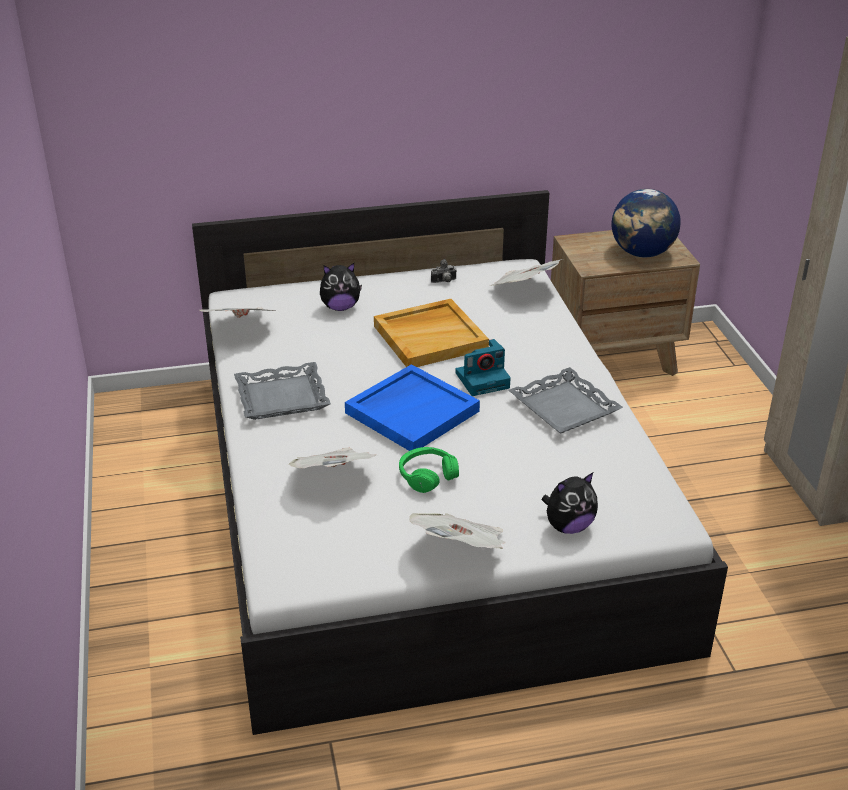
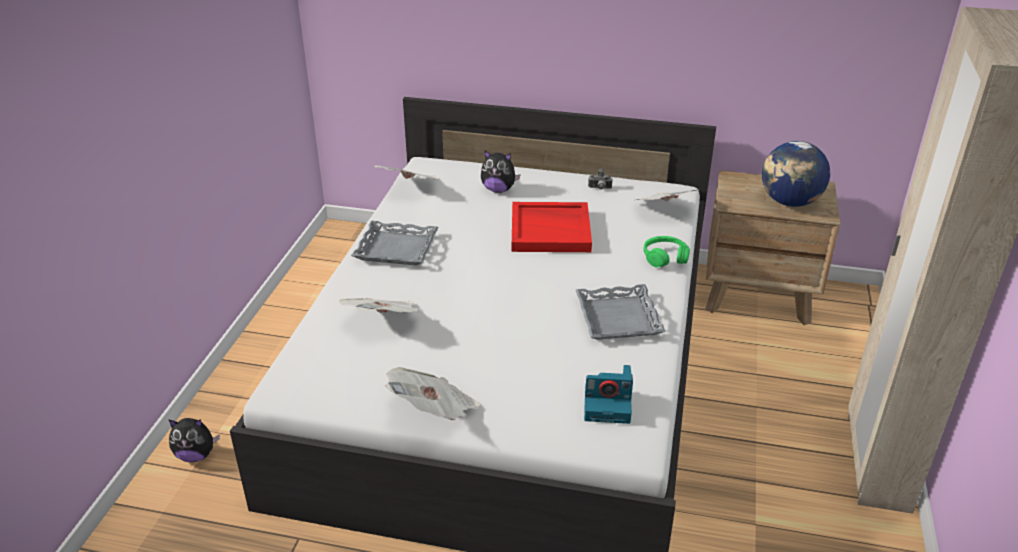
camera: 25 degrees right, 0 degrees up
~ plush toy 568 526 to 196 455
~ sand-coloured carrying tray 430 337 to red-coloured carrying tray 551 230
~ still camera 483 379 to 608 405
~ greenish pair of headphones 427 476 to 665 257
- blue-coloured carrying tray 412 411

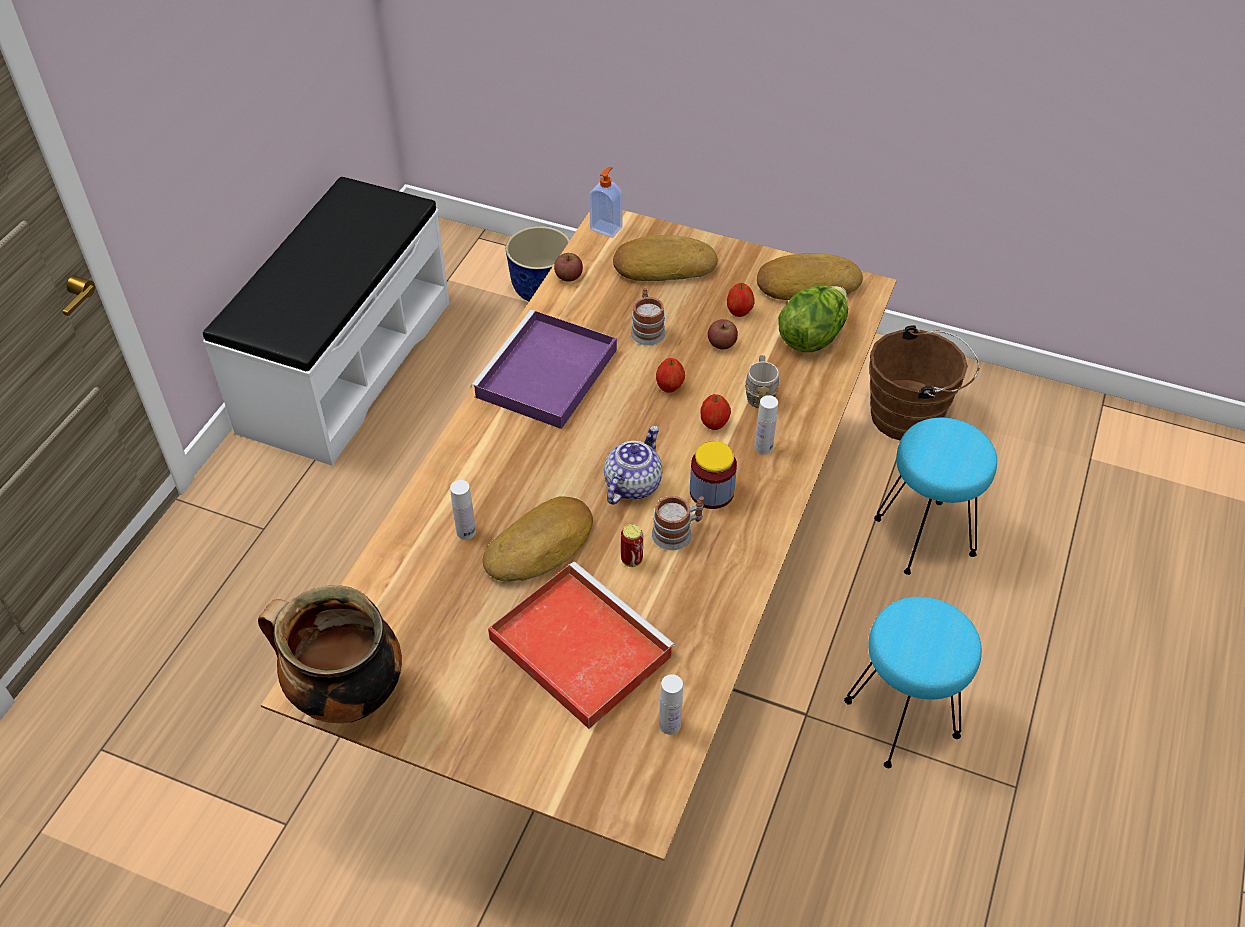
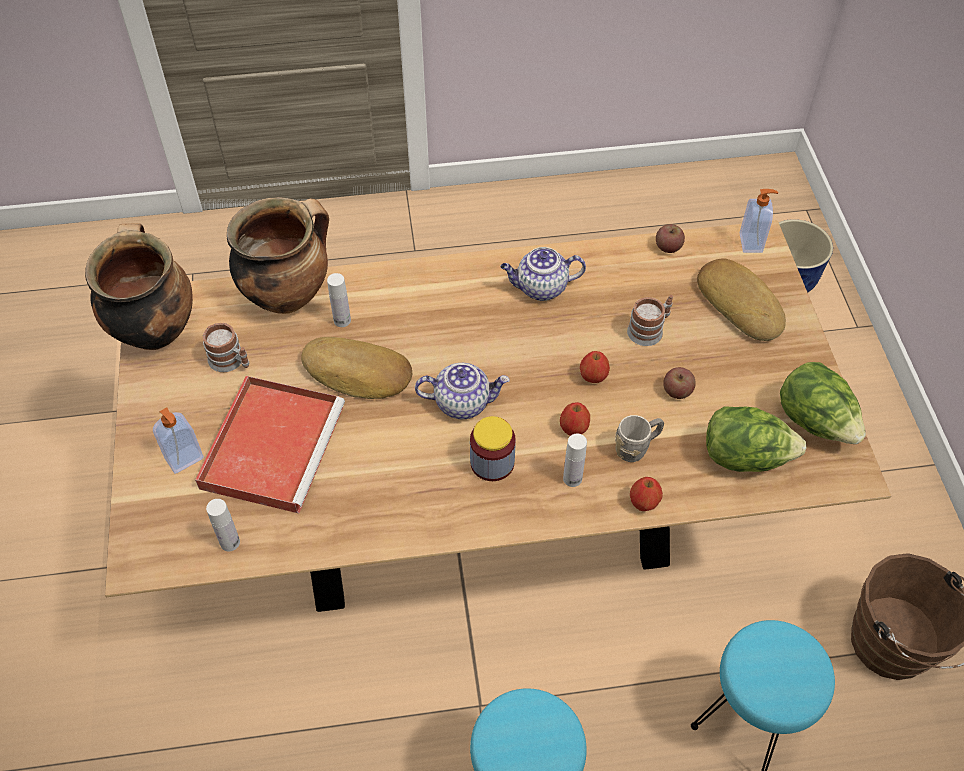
camera: 60 degrees right, 5 degrees up
+ soap dispenser 185 459
~ mug 677 532 to 231 361
+ cooking pot 288 294
~ purple carrying tray 546 375 to pot for tea 540 288
~ apple 739 311 to 643 503
~ bakery bread 806 283 to head of lettuce 815 422
- white bench 345 365
- sealed can 631 560

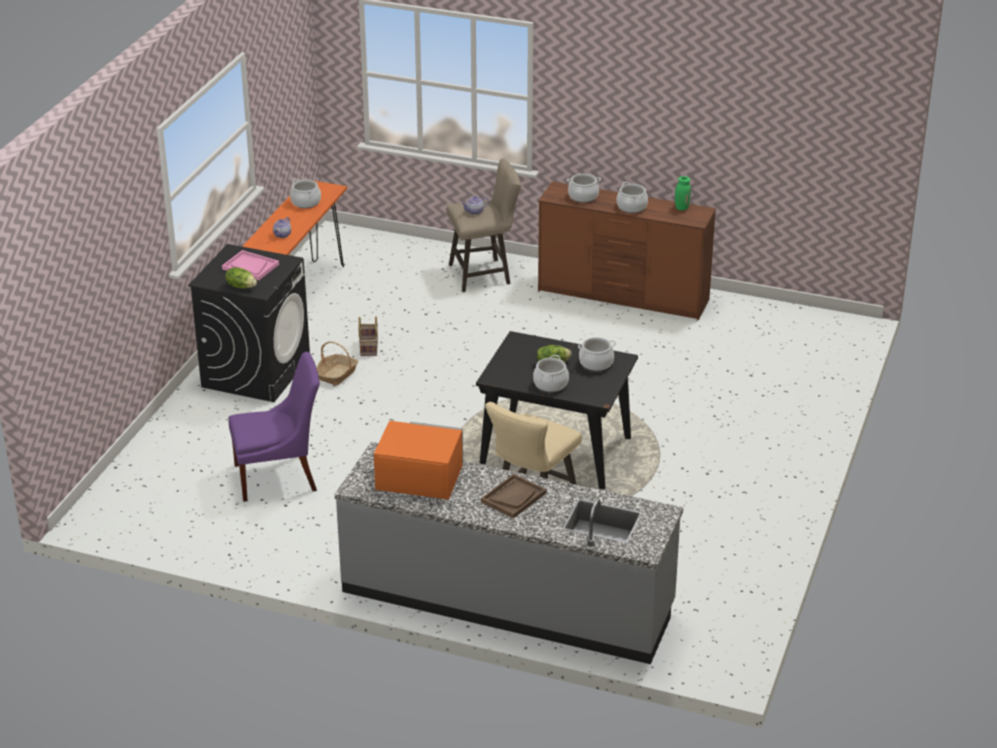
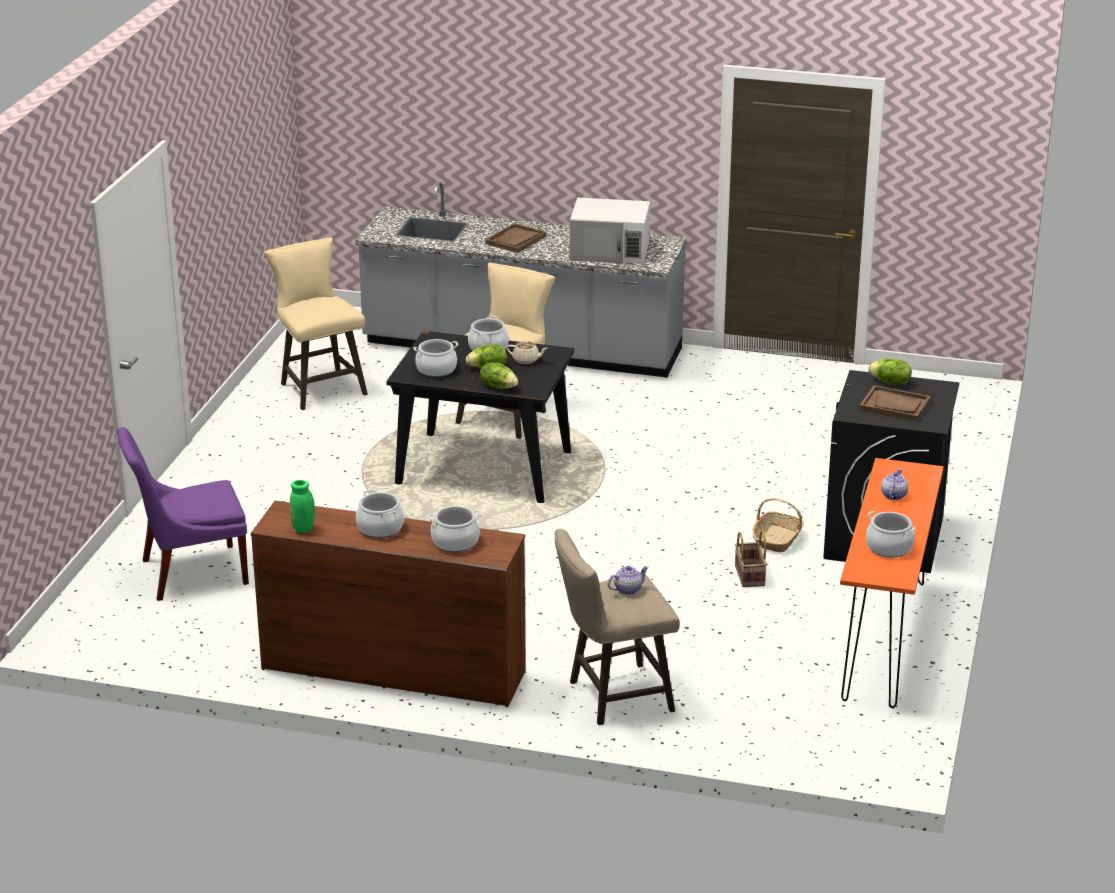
camera: 175 degrees right, 5 degrees down
~ purple plain chair 280 477 to 189 572
+ sand-coloured stool seat 319 387
+ head of lettuce 498 386
+ sand-coloured pot for tea 526 360
~ orange-coloured microwave 418 476 to white microwave 610 250
~ pink-coloured carrying tray 250 267 to brown carrying tray 895 405

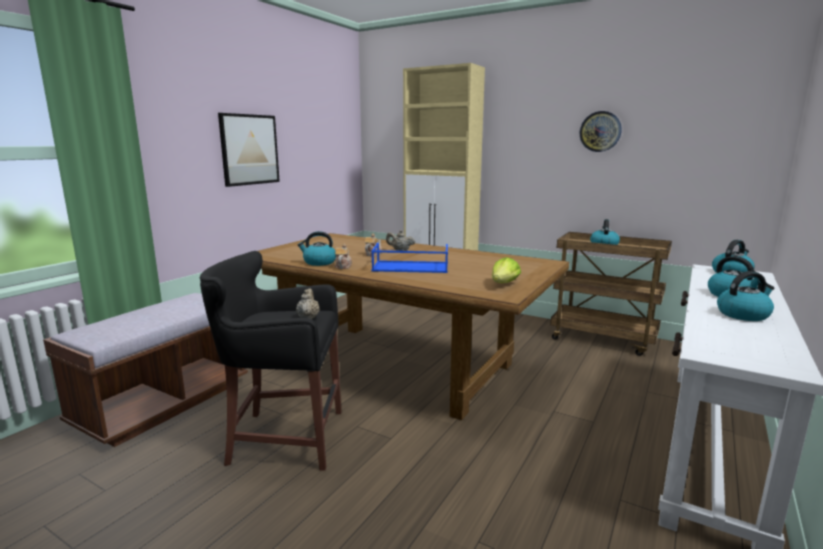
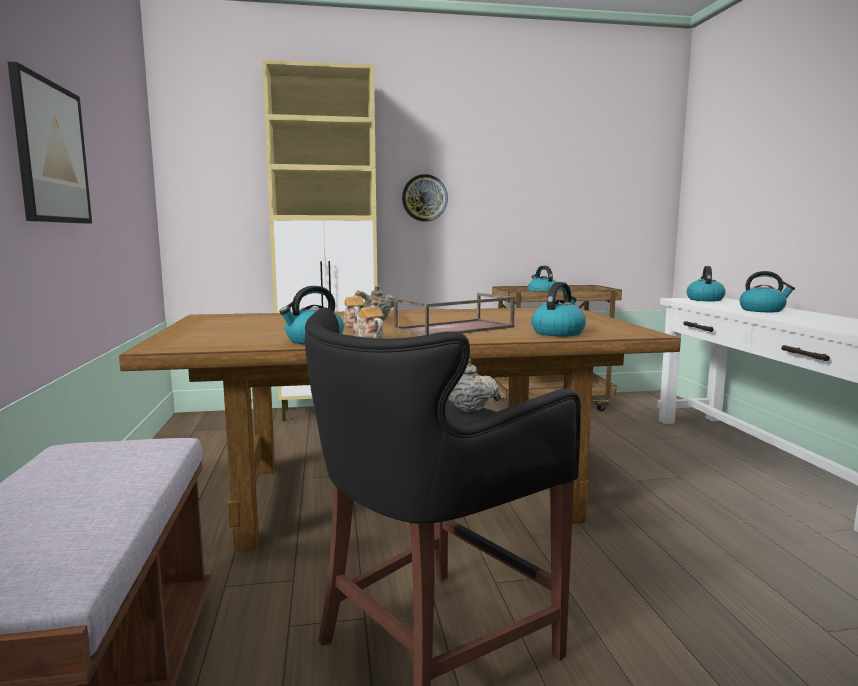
camera: 40 degrees left, 5 degrees down
~ blue-coloured carrying tray 410 267 to brown carrying tray 454 329
~ clock on the wall 600 131 to 424 198
~ kettle 743 314 to 558 332
- head of lettuce 504 284

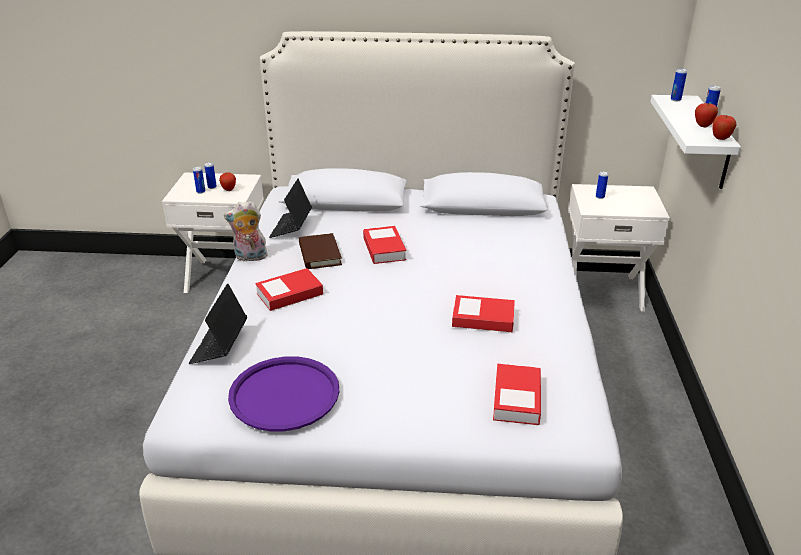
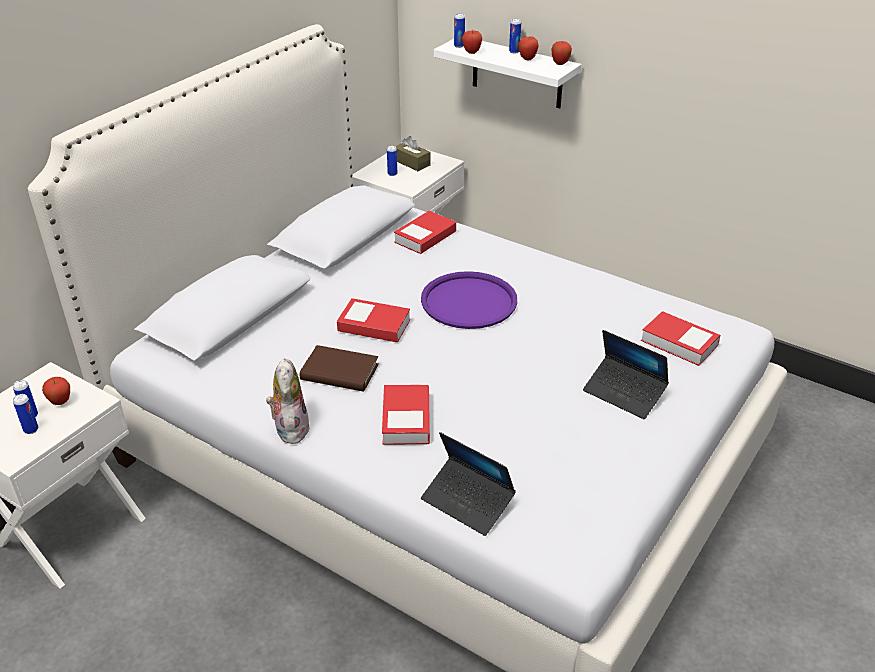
camera: 60 degrees left, 5 degrees up
~ plush toy 250 257 = 290 428 150 degrees clockwise
~ book 483 319 to 425 237
+ brown box of tissues 412 163
~ purple carrying tray 284 394 to 469 301
+ apple 471 52
~ portable computer 291 227 to 624 393

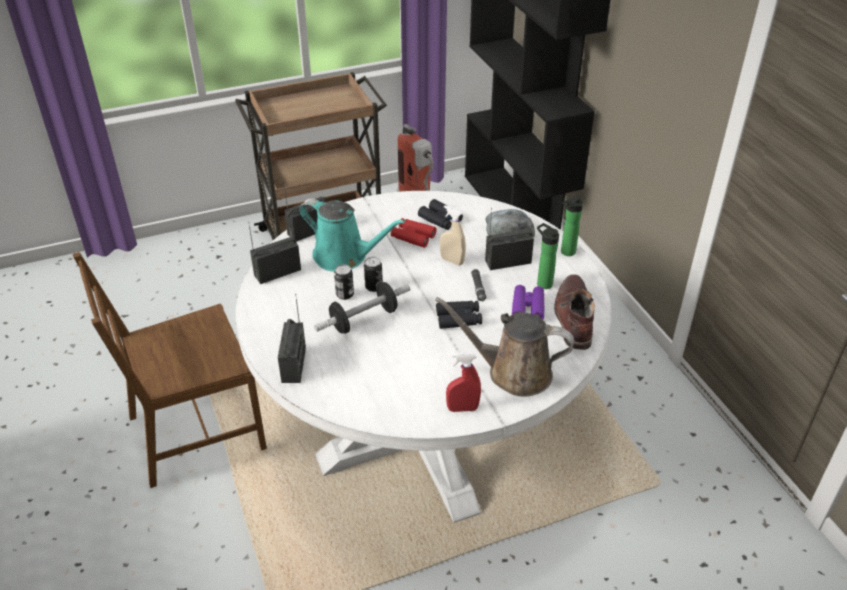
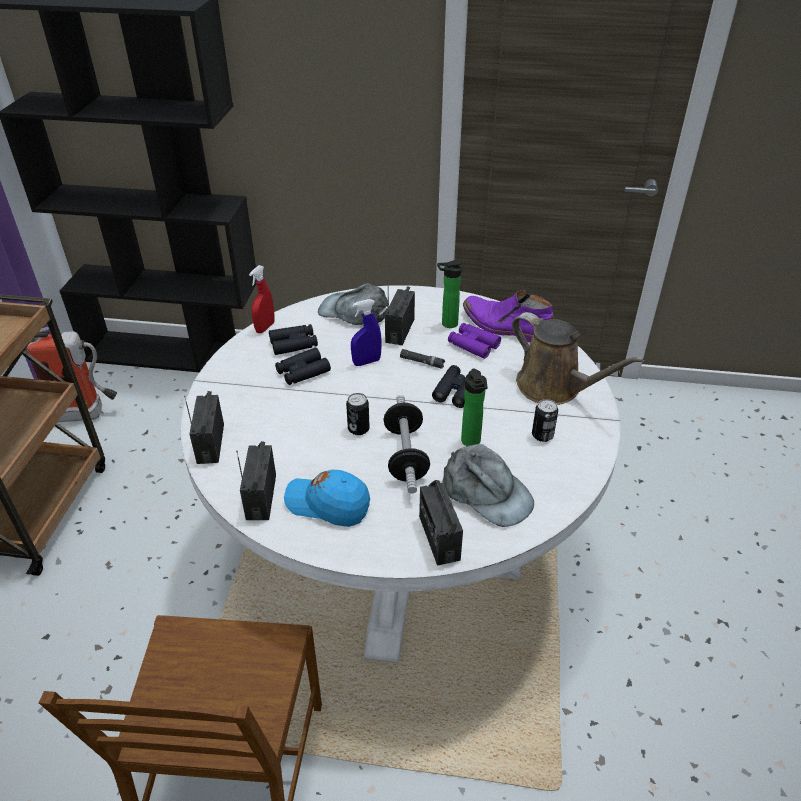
camera: 60 degrees left, 0 degrees up
~ red-coloured sprayer 462 408 to 265 327
~ red-coloured field glasses 413 236 to black field glasses 303 372
+ blue-coloured peaked cap 328 504
~ sand-coloured sprayer 452 261 to blue-coloured sprayer 366 362
~ radio 294 365 = 438 538 135 degrees counterclockwise
+ greyish peaked cap 486 493
~ bottle 566 253 to 471 443
~ brown boot 573 317 to purple boot 506 327
~ brown watering can 513 372 = 554 388 90 degrees counterclockwise
~ sealed can 345 294 to 542 435
- turquoise watering can 344 256

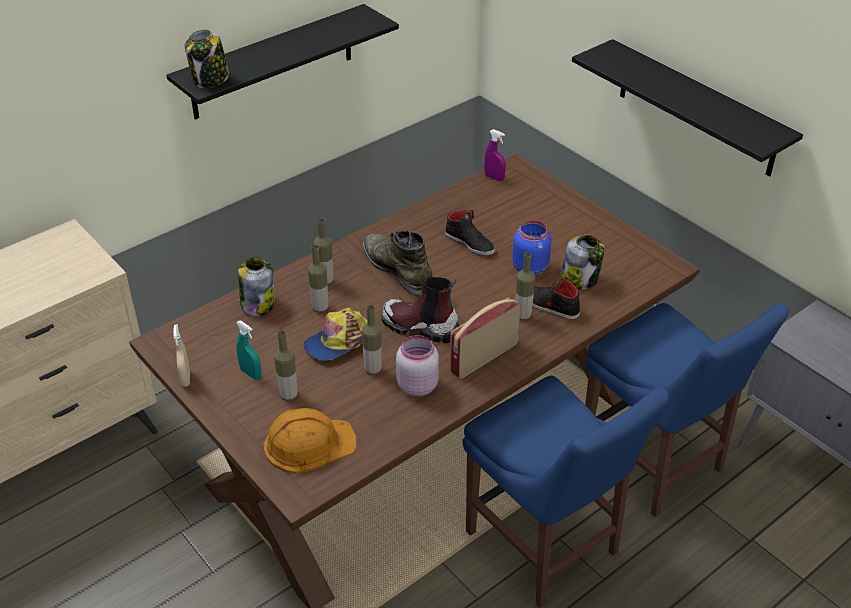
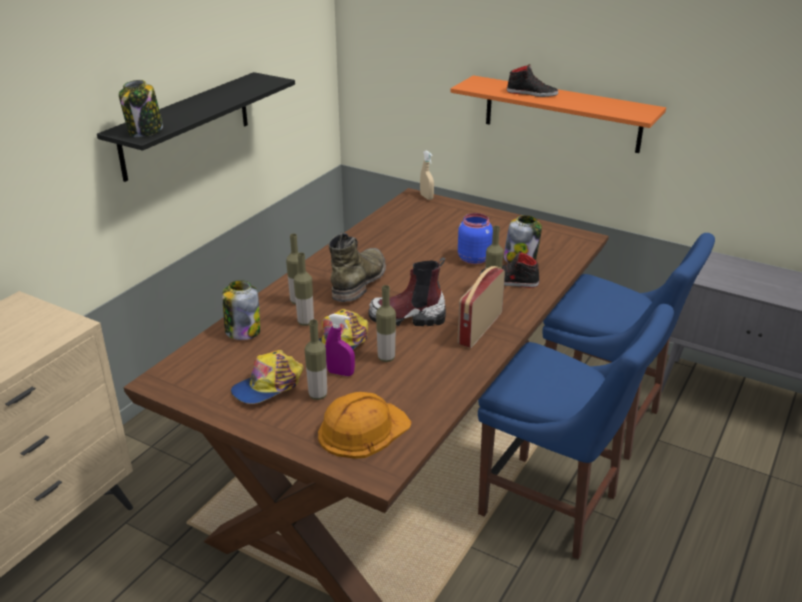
camera: 20 degrees left, 10 degrees down
~ turquoise sprayer 251 373 to peaked cap 269 386
~ purple sprayer 494 178 to 340 373
~ greenish boot 398 269 = 360 281 75 degrees clockwise
~ sand-coloured sprayer 185 378 to 426 197
~ black wall shelf 696 108 to orange-coloured wall shelf 562 114
~ black shoe 470 243 to 532 93
- pink-coloured preserve jar 416 385

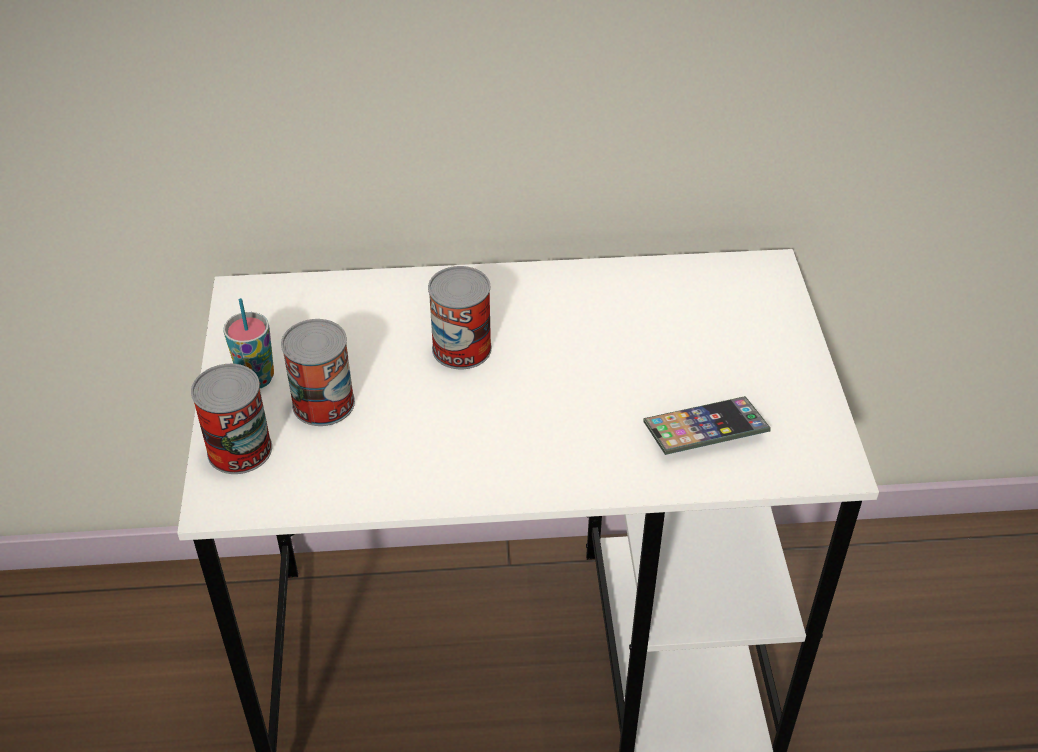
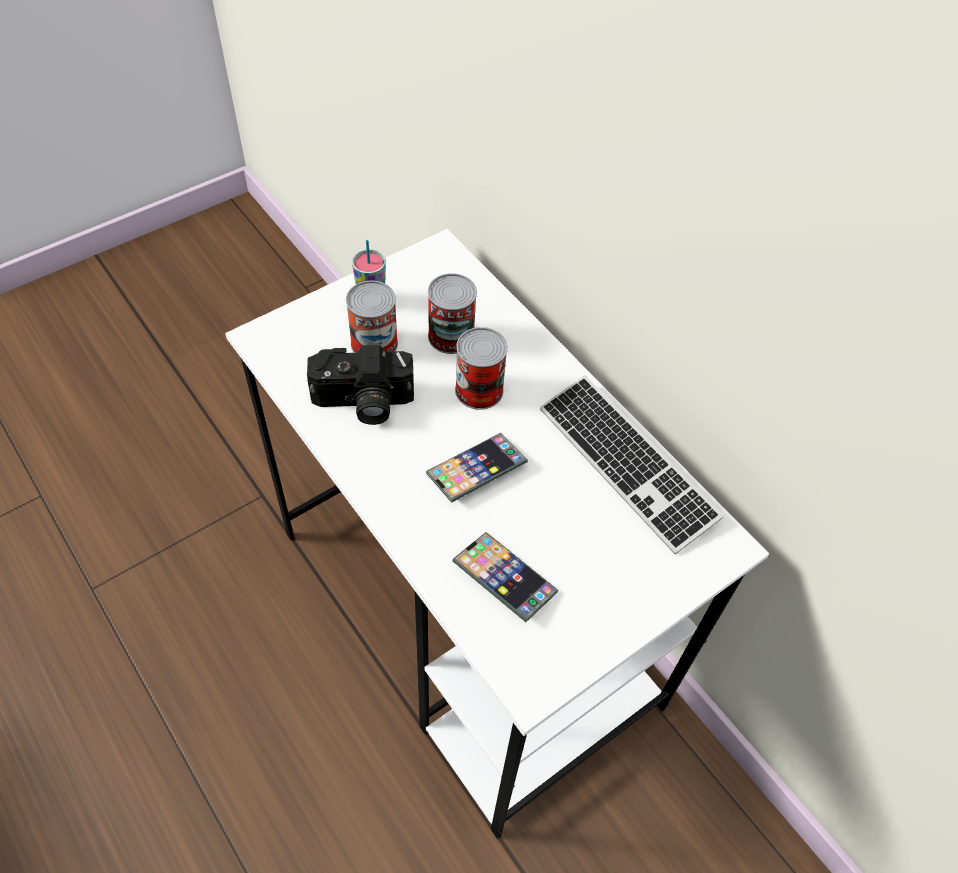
camera: 55 degrees right, 10 degrees up
+ still camera 362 402
+ phone 476 470
~ sealed can 239 449 to 451 336
+ PC keyboard 626 464

